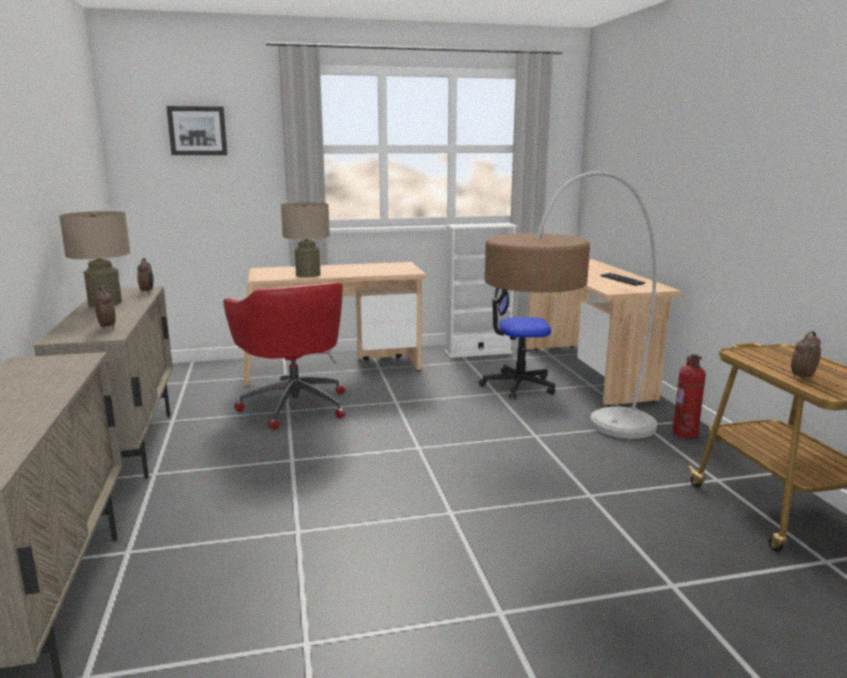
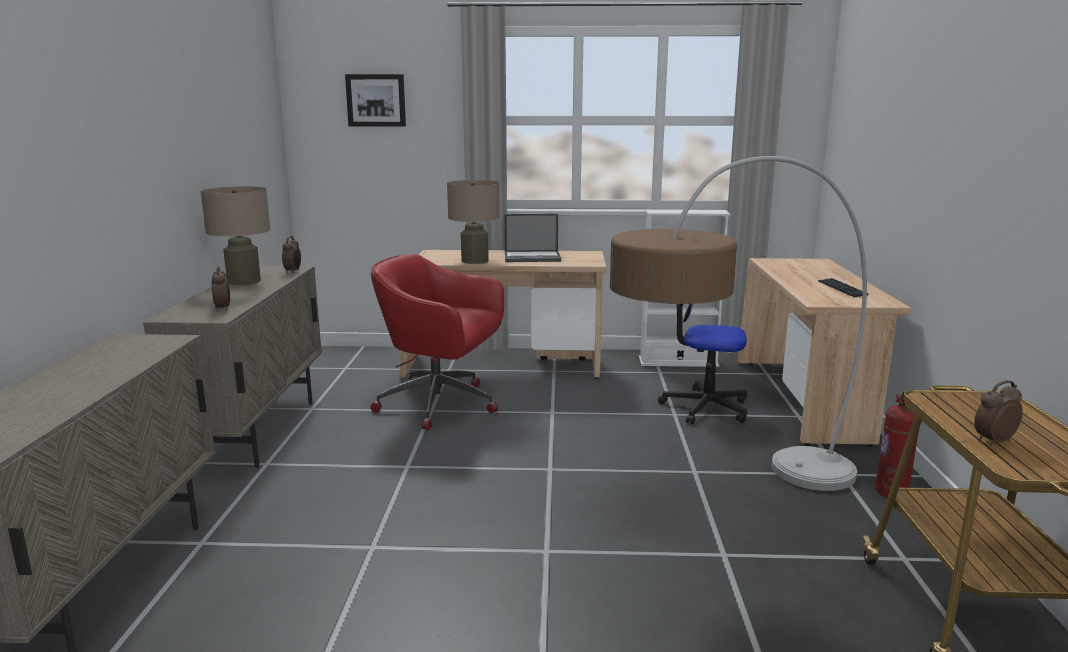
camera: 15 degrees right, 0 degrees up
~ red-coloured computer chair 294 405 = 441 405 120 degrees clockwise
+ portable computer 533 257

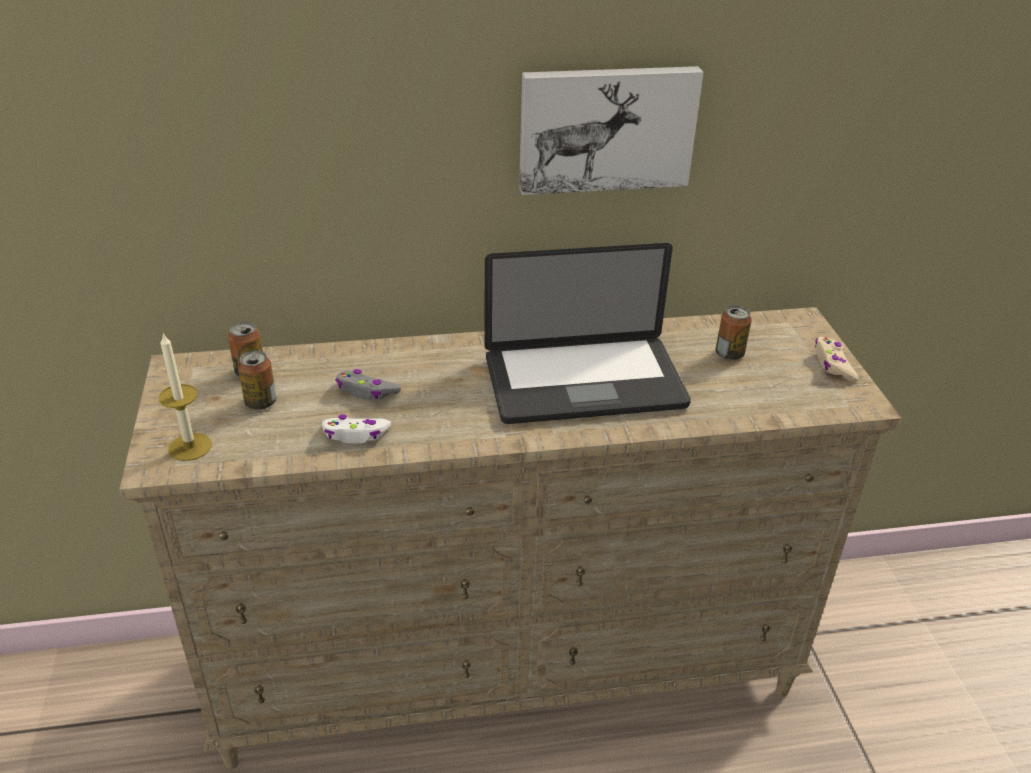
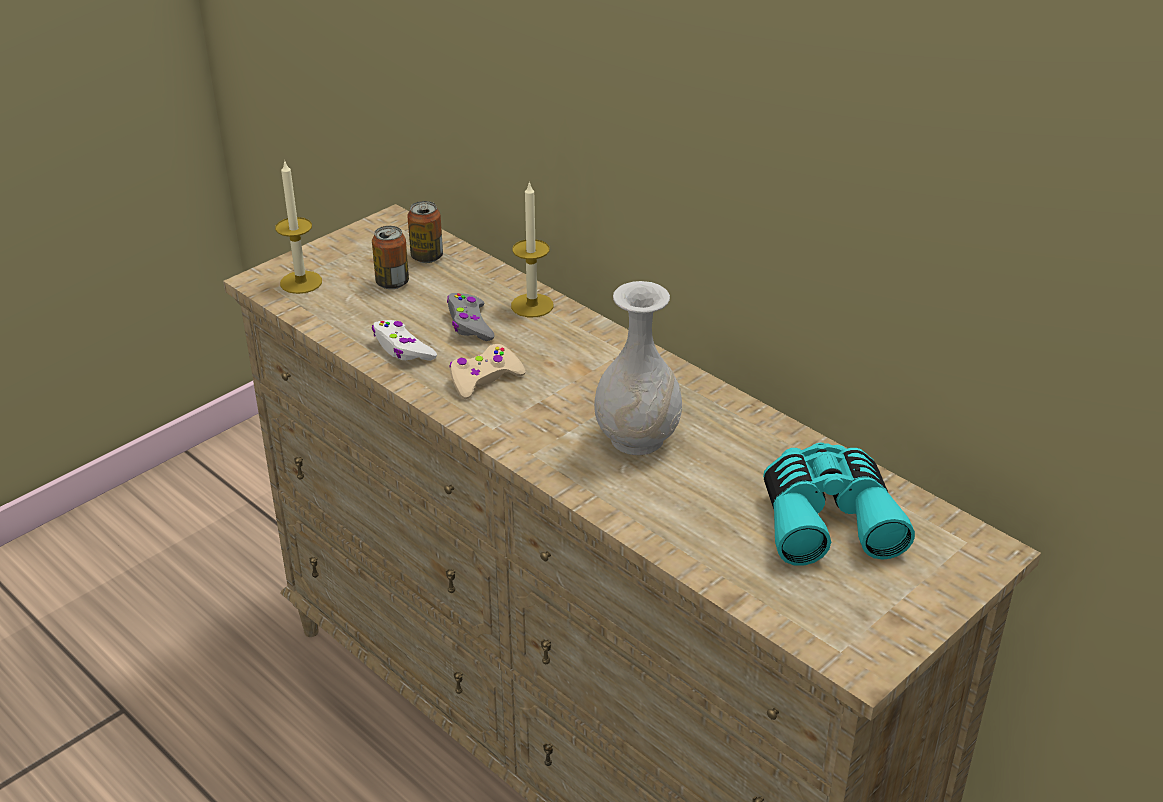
camera: 55 degrees right, 0 degrees up
~ sand-coloured gamepad 833 365 to 484 379
+ candle 532 305
~ portable computer 584 383 to white flower vase 638 439
~ sealed can 729 354 to turquoise field glasses 827 518
- wall art 606 128

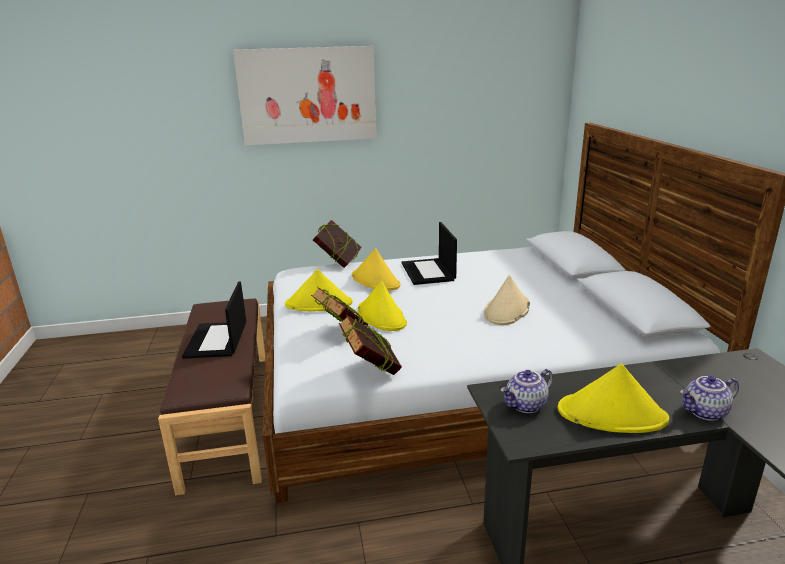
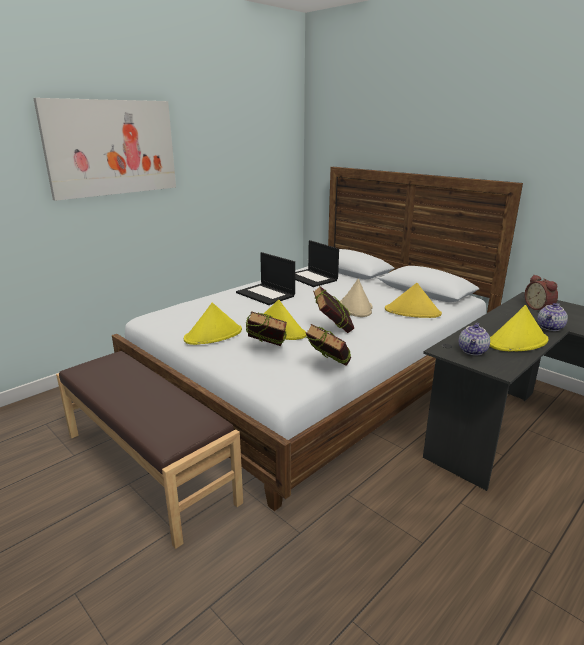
camera: 35 degrees left, 0 degrees up
~ portable computer 217 340 to 312 278
~ book 338 263 to 332 329
~ yellow wearable hat 375 280 to 412 312
+ alarm clock 539 308

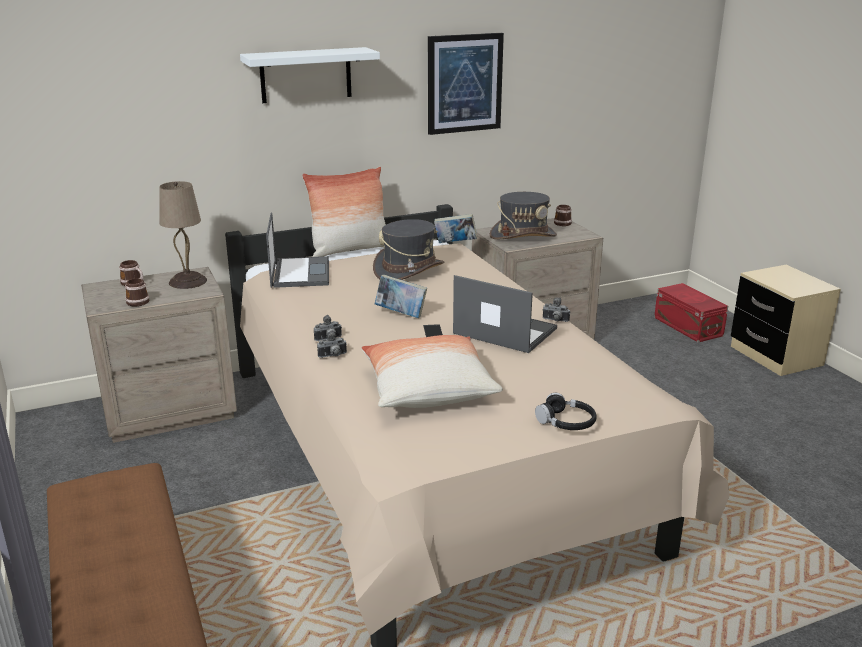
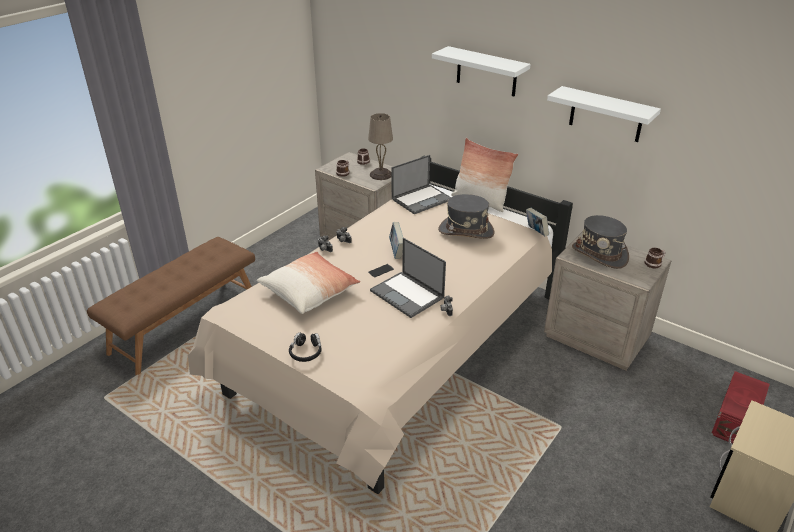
camera: 60 degrees right, 10 degrees up
~ portable computer 503 331 = 408 294 135 degrees clockwise
~ wall art 464 83 to white wall shelf 606 115

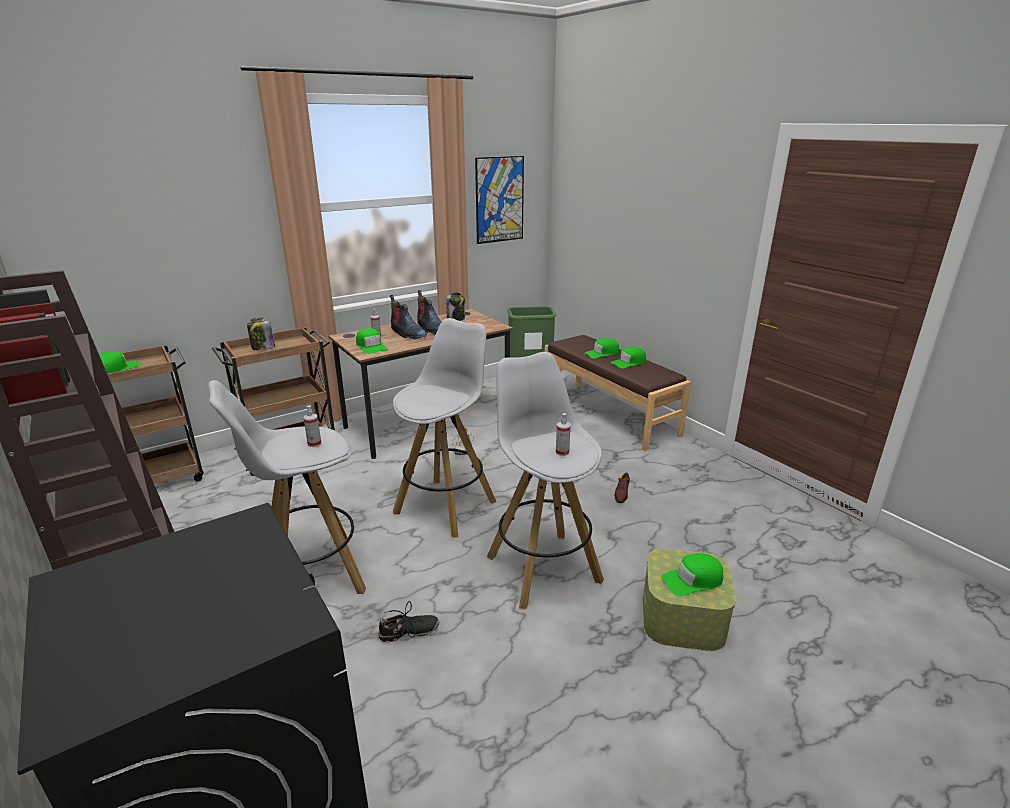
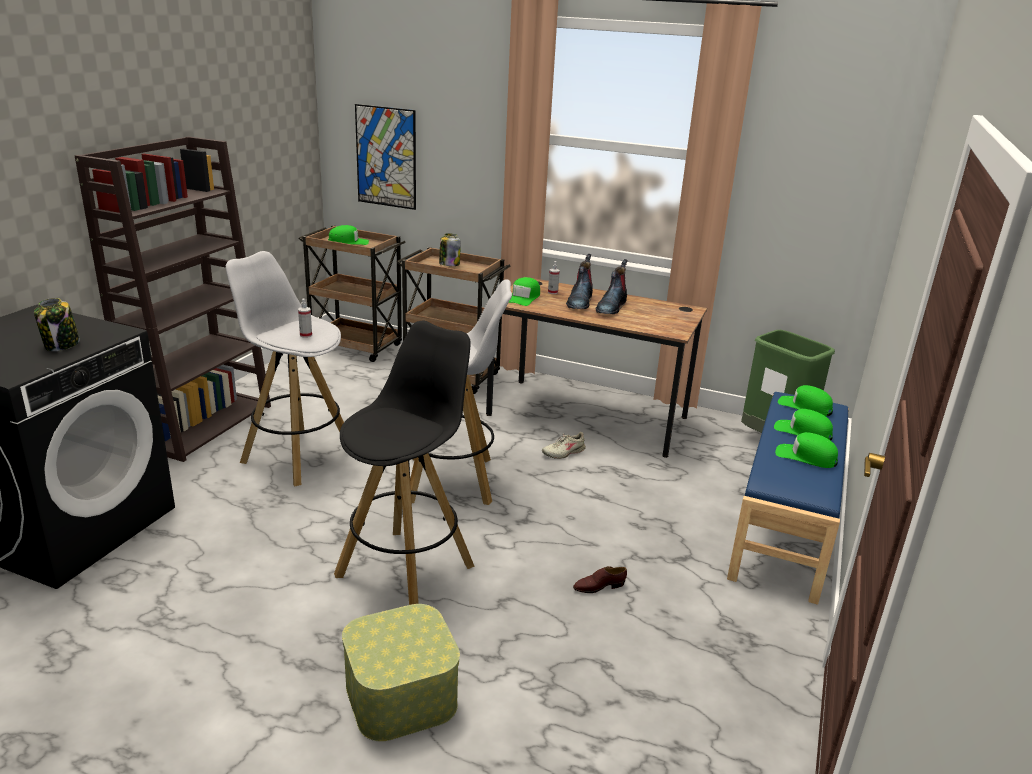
camera: 55 degrees right, 0 degrees up
~ preserve jar 456 318 to 62 345
~ white stool seat 542 567 to black stool seat 407 569
~ wall art 499 200 to 386 157
~ brown bench 609 413 to blue-coloured bench 786 523
~ greenish peaked cap 693 580 to 805 407
- black shoe 408 632
- sprayer 562 452

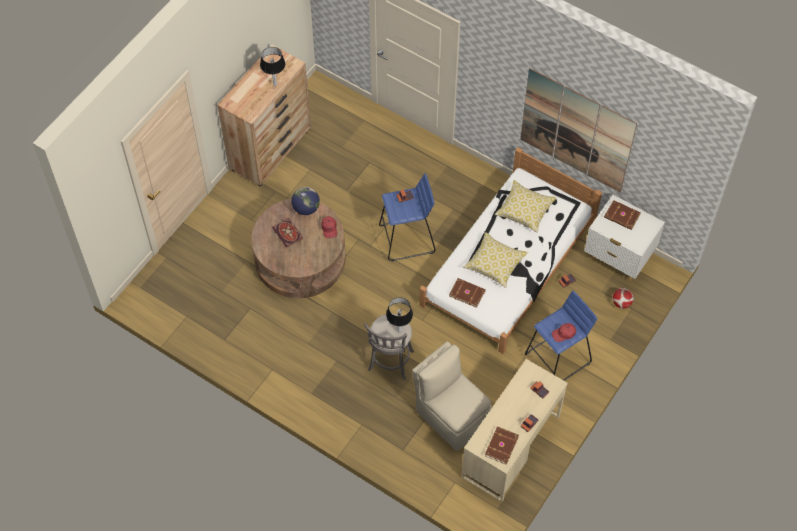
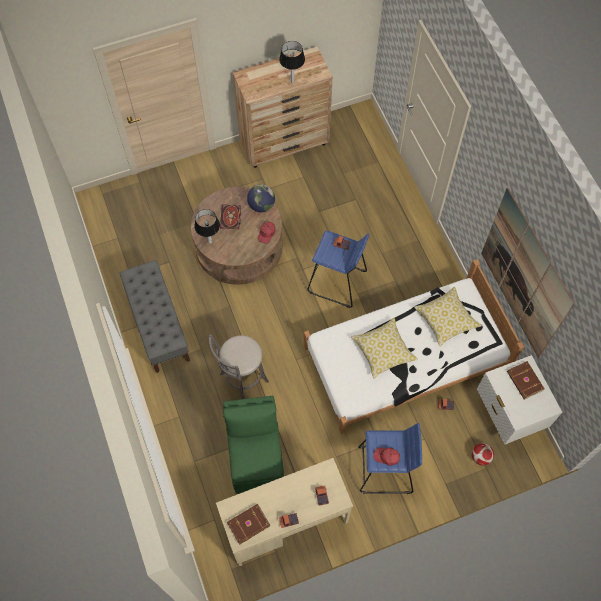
camera: 35 degrees right, 5 degrees up
+ greyish bench 158 325
~ lamp for a table 399 330 to 210 241
~ sand-coloured plain chair 451 415 to greenish plain chair 256 458
- brown book 467 293

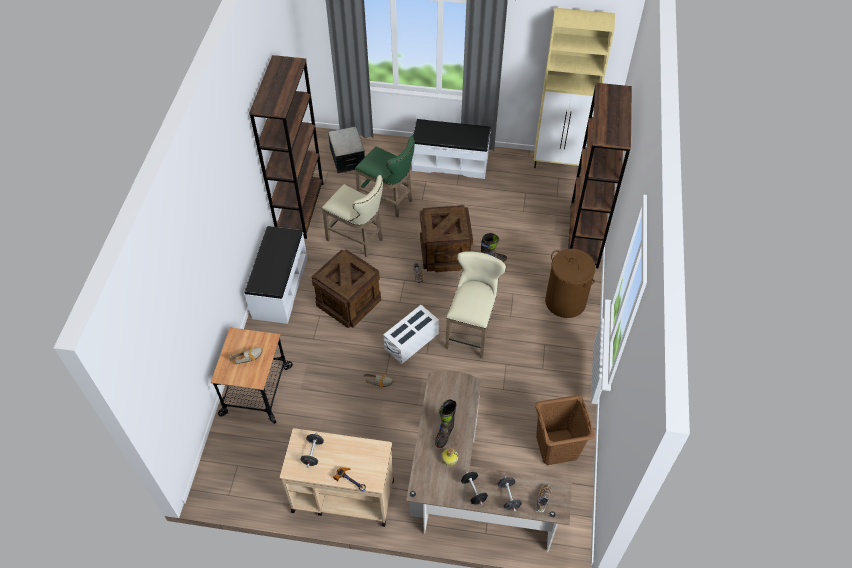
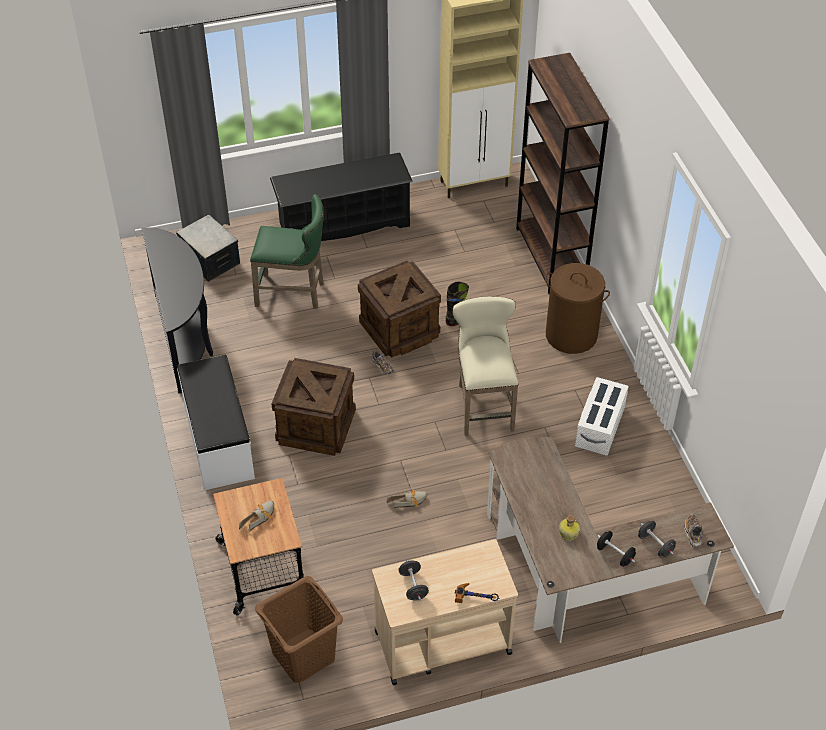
camera: 25 degrees left, 5 degrees down
~ brown shelving unit 300 208 to black hall table 185 339
~ brown laundry basket 556 446 to 303 655
~ white bench 450 163 to black shoe rack 343 224
~ white storage container 411 341 to 599 428
- sand-coloured stool seat 358 240
- black boot 444 434

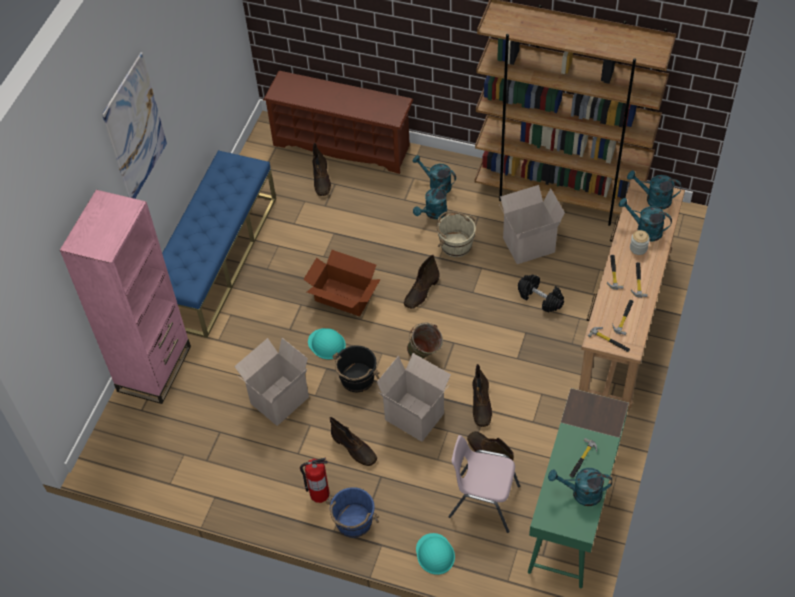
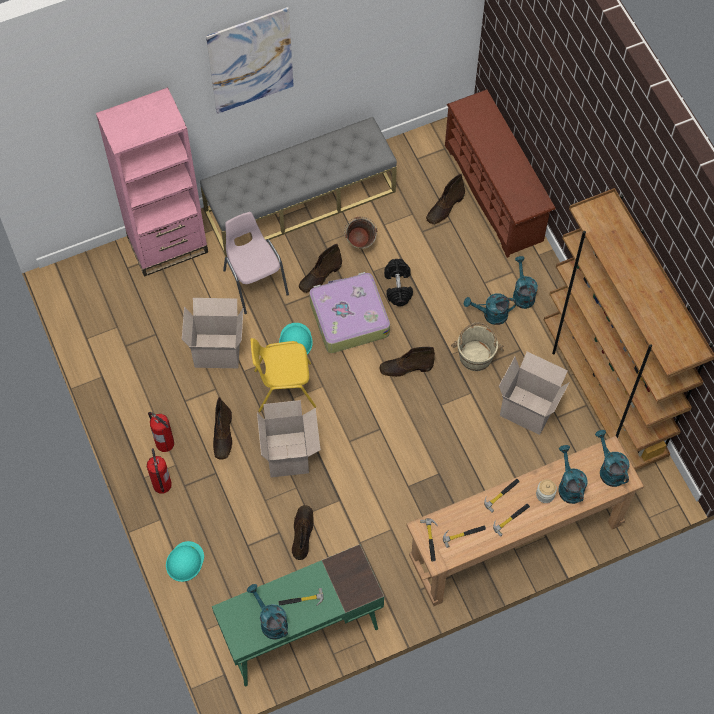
camera: 45 degrees right, 10 degrees up
~ blue-coloured water bucket 353 522 to fire-fighting cylinder 162 485
~ blue-coloured bench 217 258 to greyish bench 300 201
~ pink-coloured plain chair 483 501 to 255 282
~ black water bucket 356 379 to yellow plain chair 284 387
~ brown boot 481 405 to 320 276
~ carton 344 297 to suitcase 348 317
~ greenish water bucket 425 355 to 360 246
~ black dumbbell 540 298 to 398 287

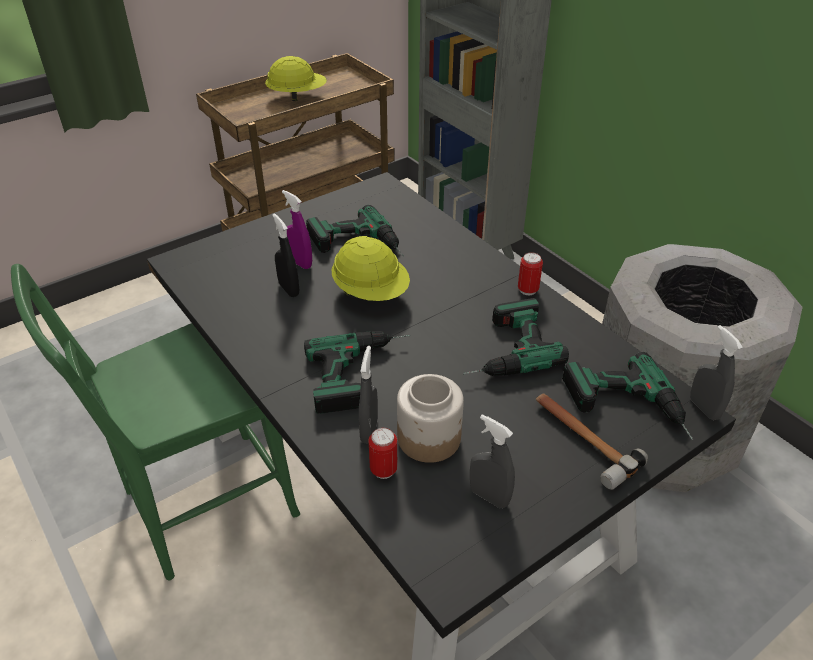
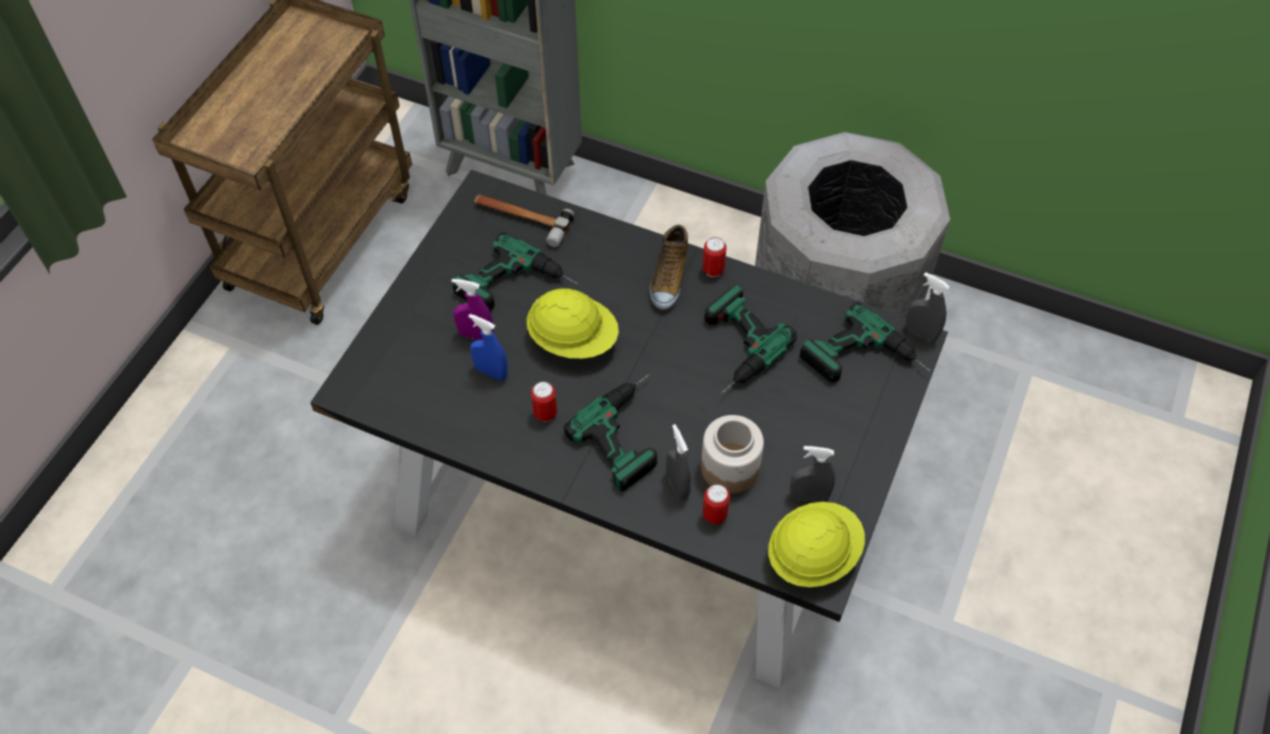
camera: 30 degrees left, 15 degrees up
~ black sprayer 289 289 to blue-coloured sprayer 491 372
~ tool hammer 581 439 to 521 219
+ sealed can 545 413
+ shoe 668 278
~ yellow hard hat 297 96 to 812 555
- greenish plain chair 201 506

